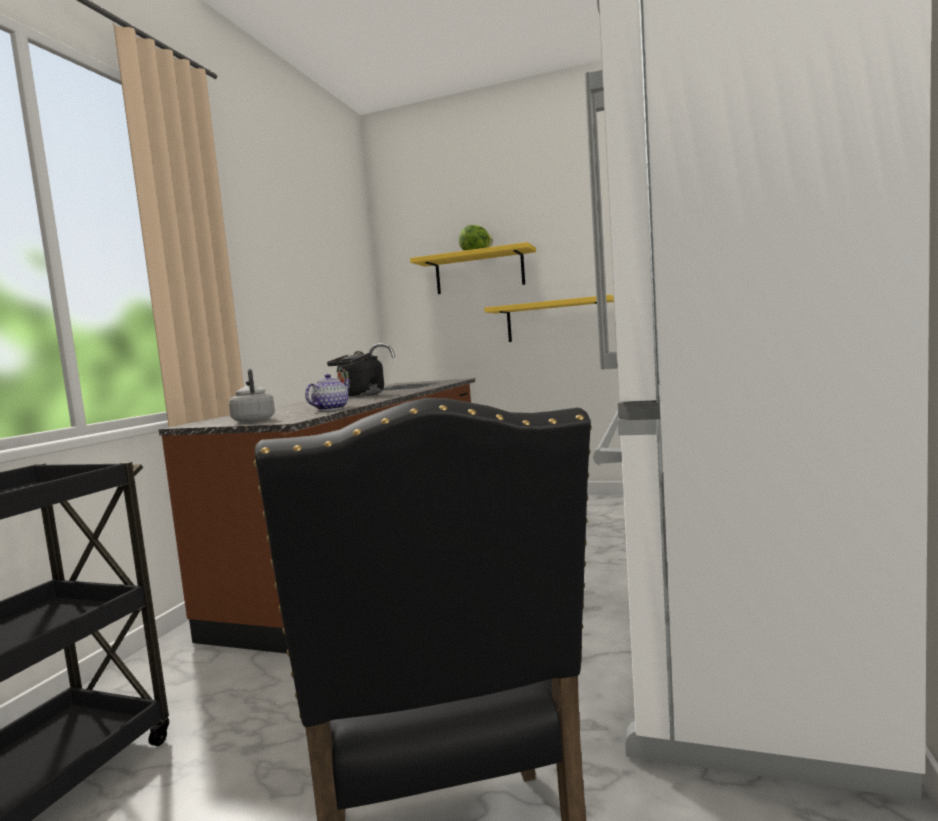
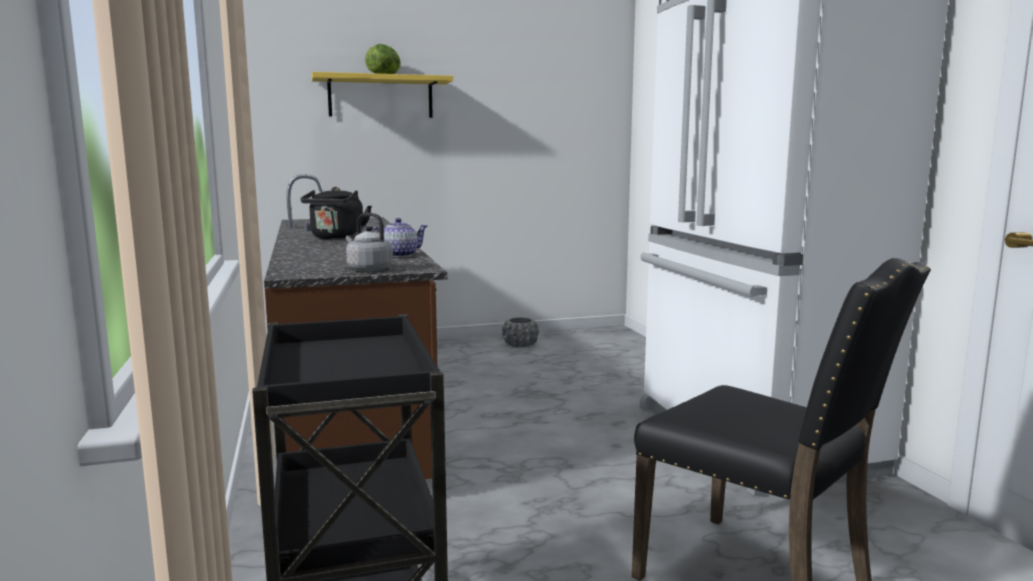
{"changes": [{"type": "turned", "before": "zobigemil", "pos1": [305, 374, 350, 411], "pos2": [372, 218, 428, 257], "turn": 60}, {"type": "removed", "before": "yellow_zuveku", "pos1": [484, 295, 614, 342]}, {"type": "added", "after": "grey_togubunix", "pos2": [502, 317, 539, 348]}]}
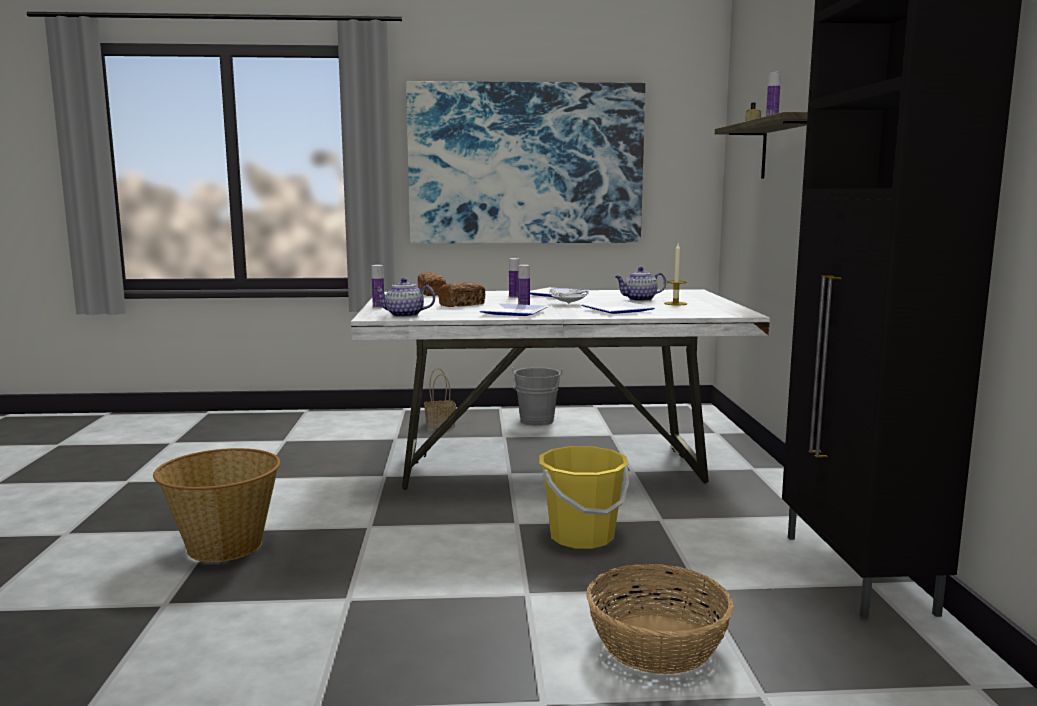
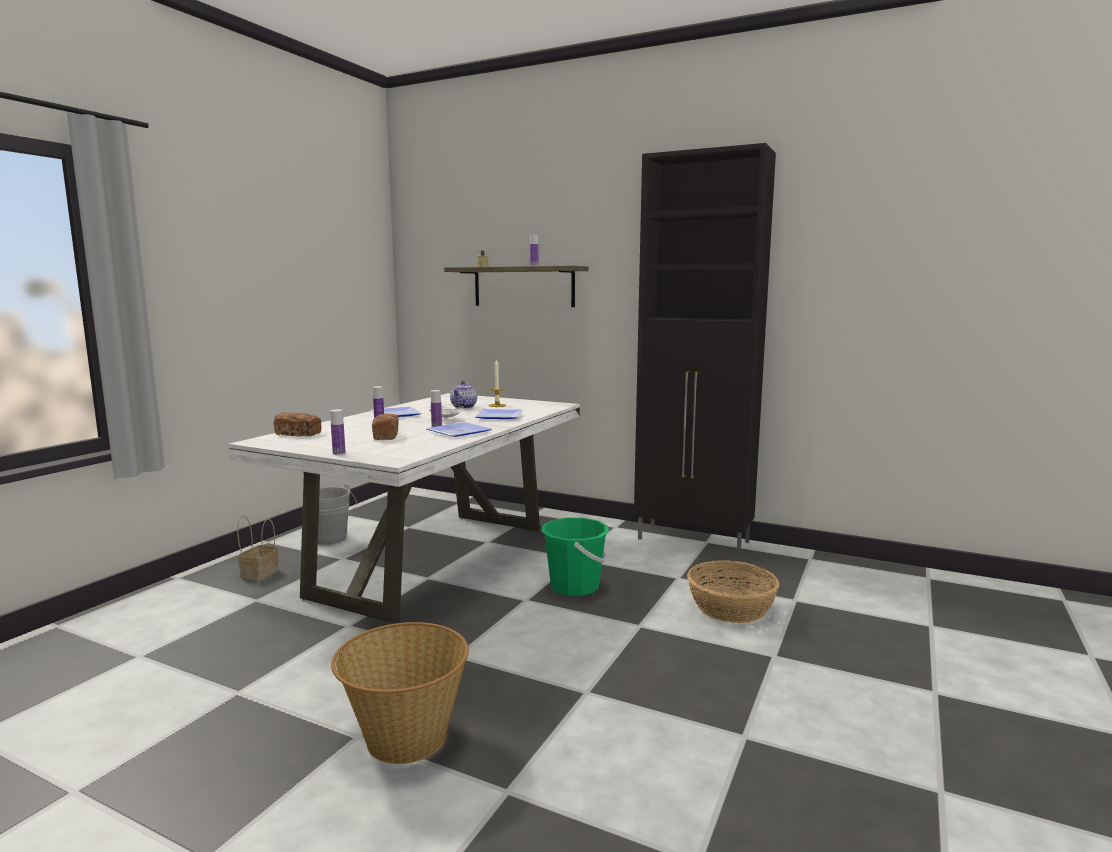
{"changes": [{"type": "removed", "before": "zobigemil", "pos1": [374, 278, 435, 317]}, {"type": "removed", "before": "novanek", "pos1": [406, 81, 645, 244]}, {"type": "recoloured", "before": "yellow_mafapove", "after": "green_mafapove", "pos1": [539, 446, 629, 549], "pos2": [542, 518, 609, 596]}]}
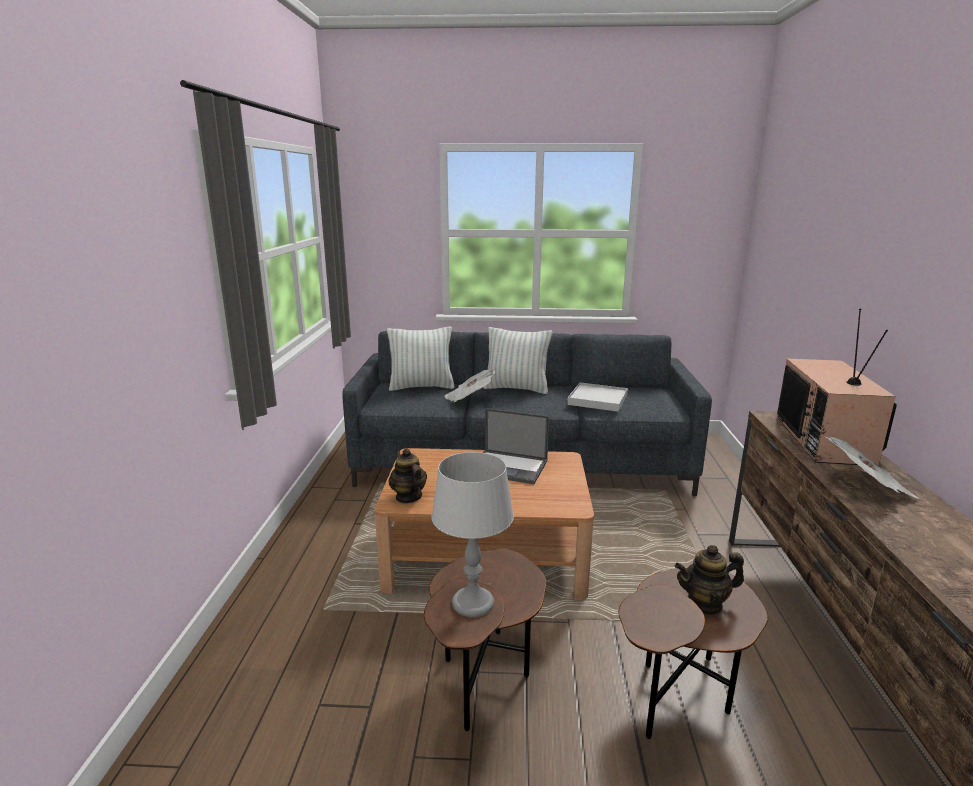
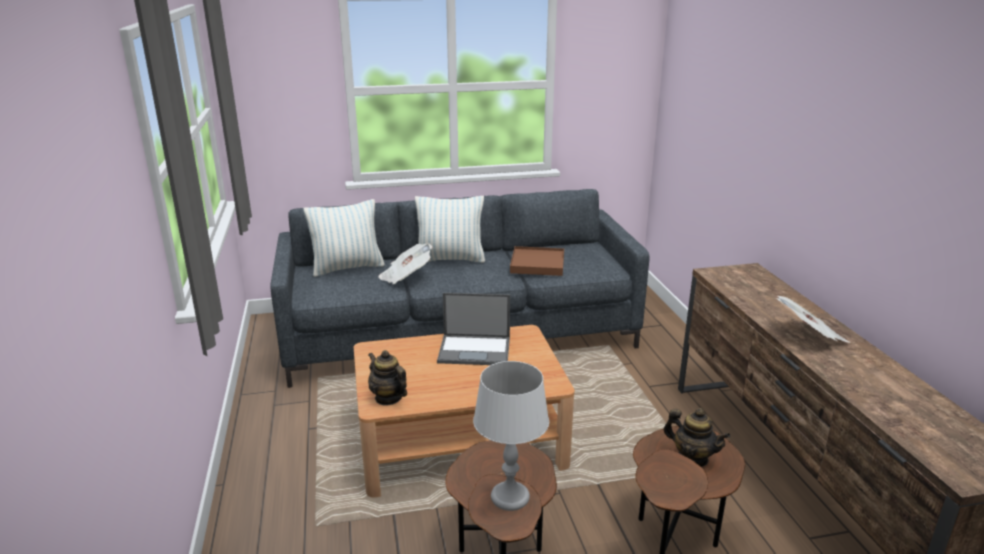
{"changes": [{"type": "recoloured", "before": "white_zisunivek", "after": "brown_zisunivek", "pos1": [567, 382, 628, 412], "pos2": [510, 246, 564, 276]}, {"type": "turned", "before": "zobigemil", "pos1": [675, 545, 744, 615], "pos2": [664, 408, 731, 467], "turn": -120}, {"type": "removed", "before": "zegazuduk", "pos1": [777, 308, 897, 465]}]}
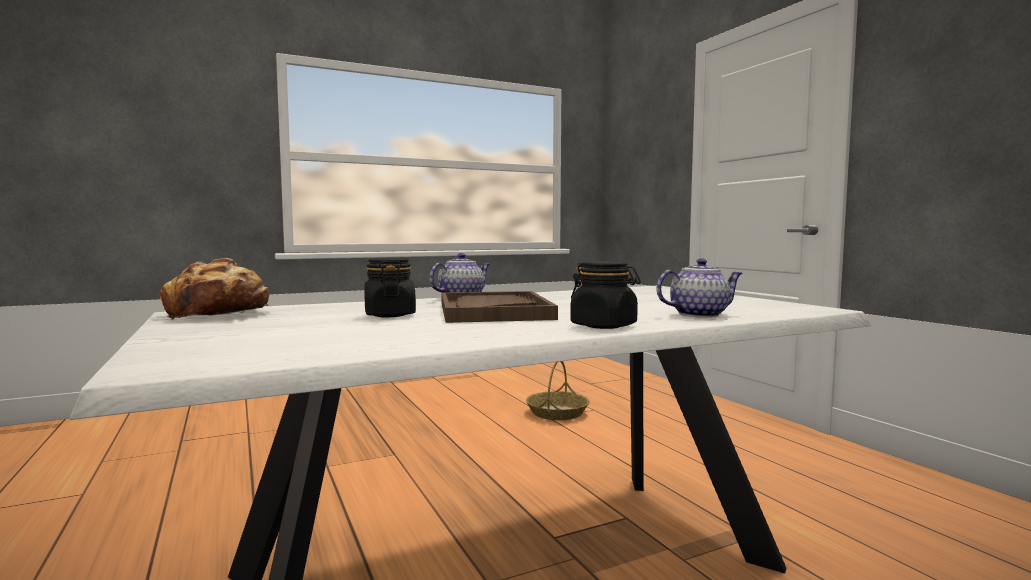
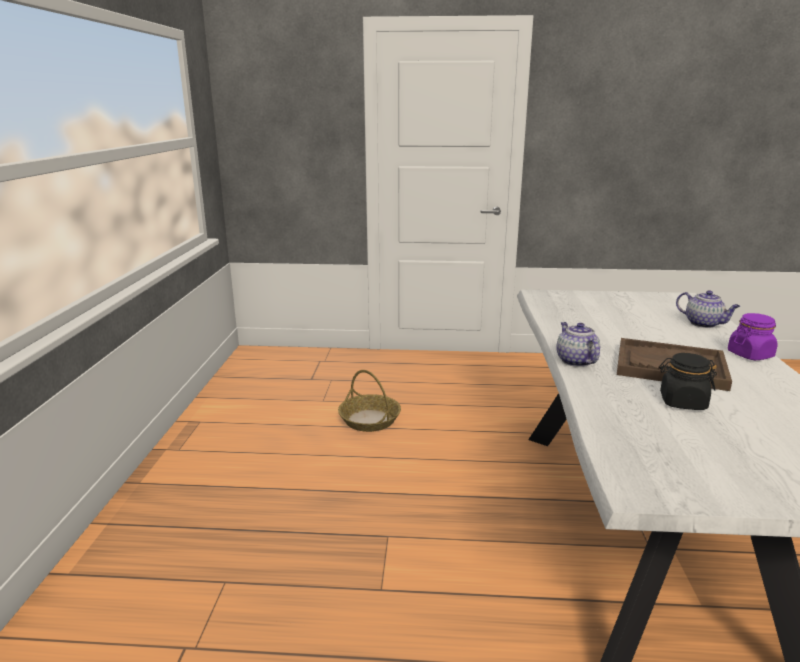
{"changes": [{"type": "removed", "before": "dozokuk", "pos1": [159, 258, 269, 320]}, {"type": "recoloured", "before": "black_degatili", "after": "purple_degatili", "pos1": [571, 261, 641, 329], "pos2": [728, 313, 778, 360]}, {"type": "turned", "before": "zobigemil", "pos1": [656, 258, 742, 318], "pos2": [676, 290, 740, 328], "turn": 120}]}
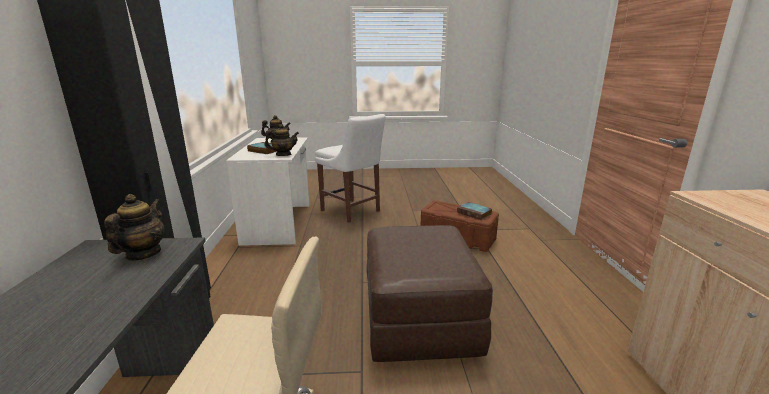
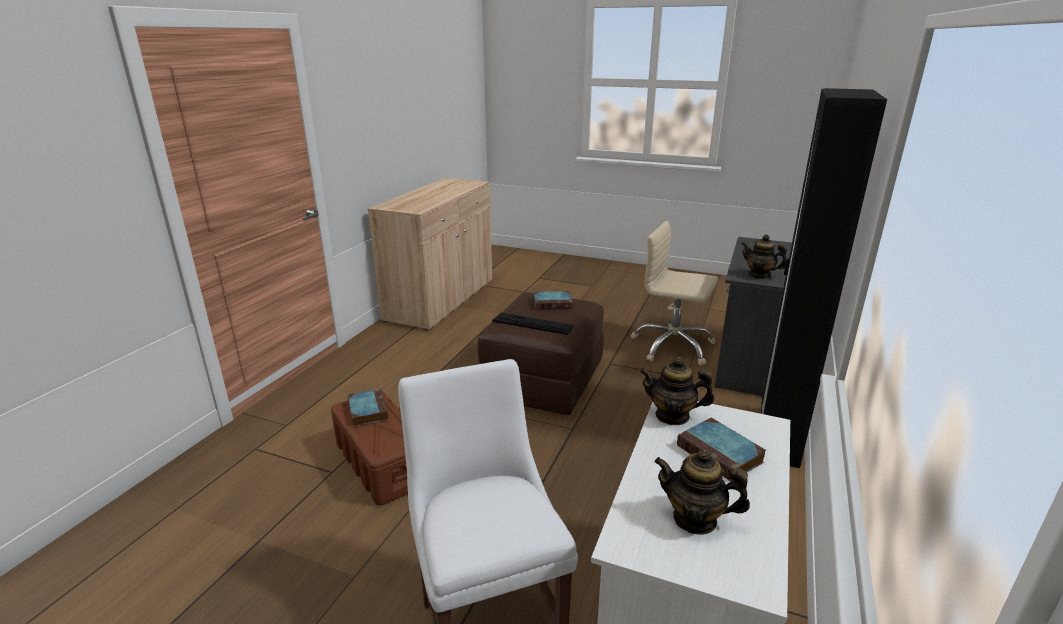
{"changes": [{"type": "turned", "before": "zobigemil", "pos1": [104, 194, 164, 261], "pos2": [741, 235, 787, 279], "turn": 90}, {"type": "added", "after": "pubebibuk", "pos2": [492, 313, 575, 335]}, {"type": "added", "after": "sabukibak", "pos2": [534, 291, 572, 310]}]}
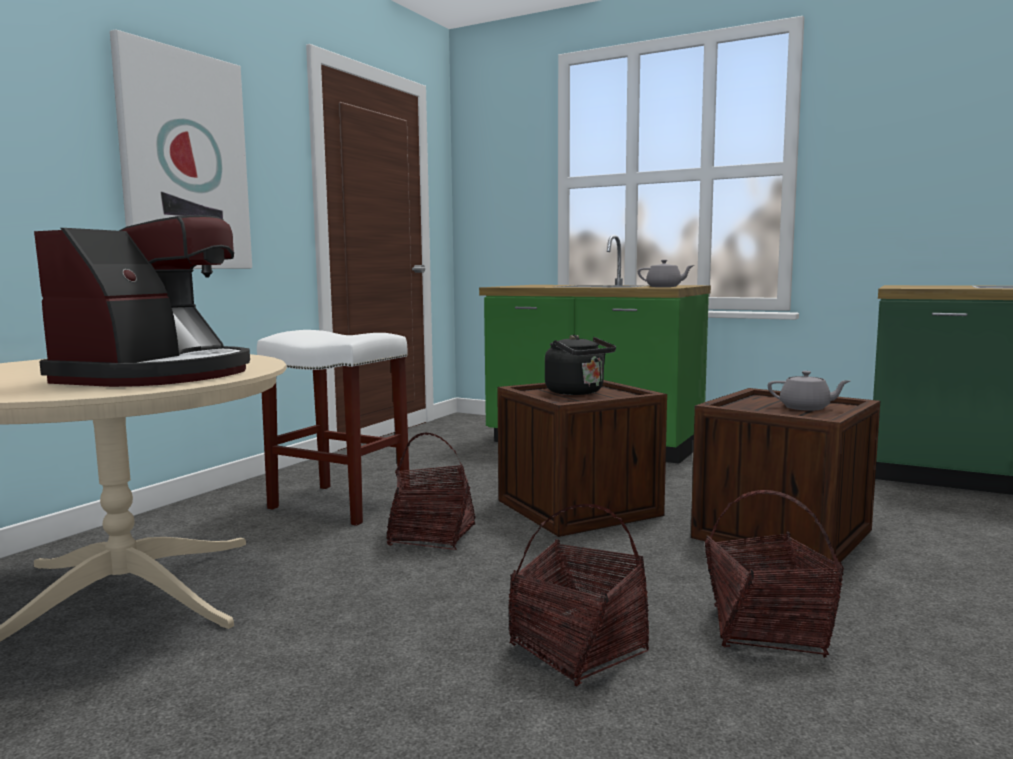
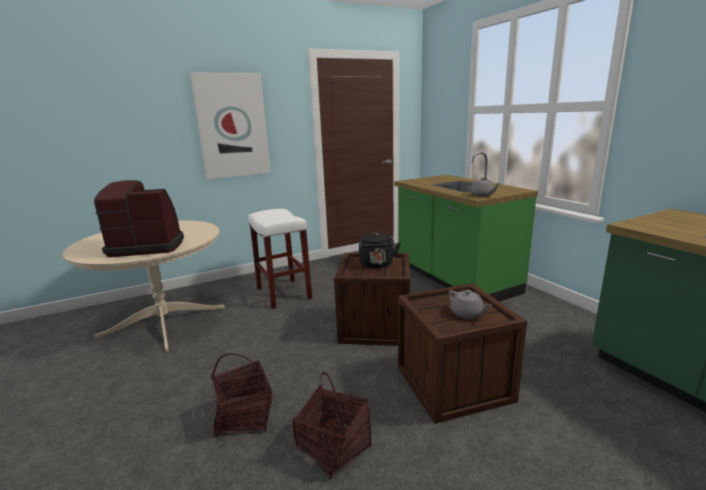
{"changes": [{"type": "turned", "before": "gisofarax", "pos1": [34, 215, 250, 387], "pos2": [94, 180, 184, 257], "turn": -150}, {"type": "removed", "before": "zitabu", "pos1": [386, 433, 476, 550]}]}
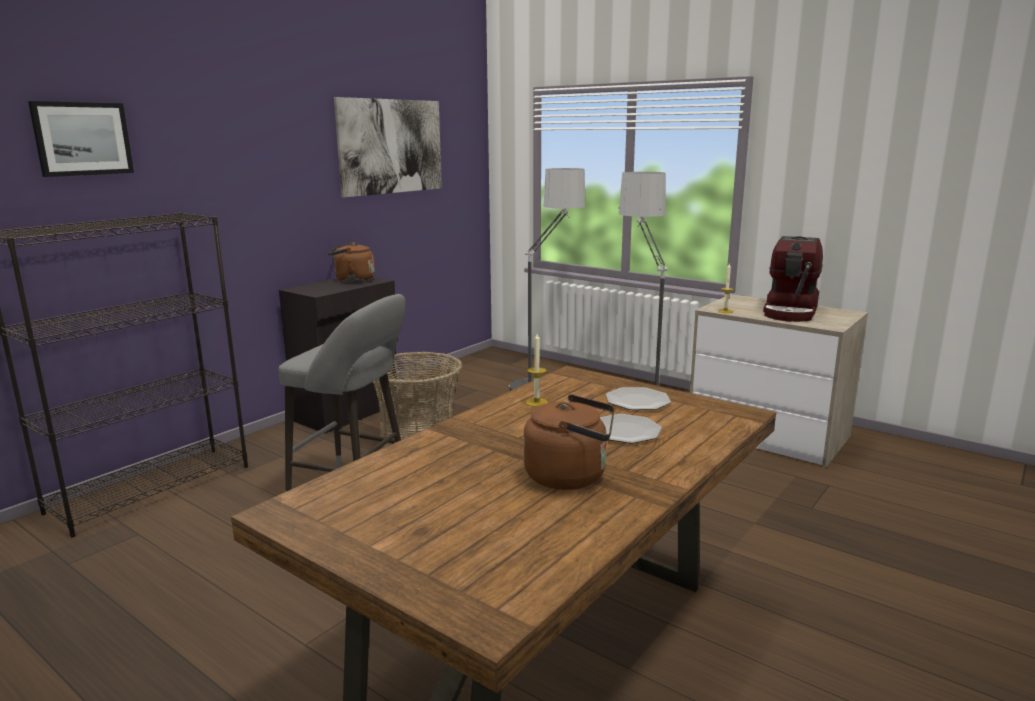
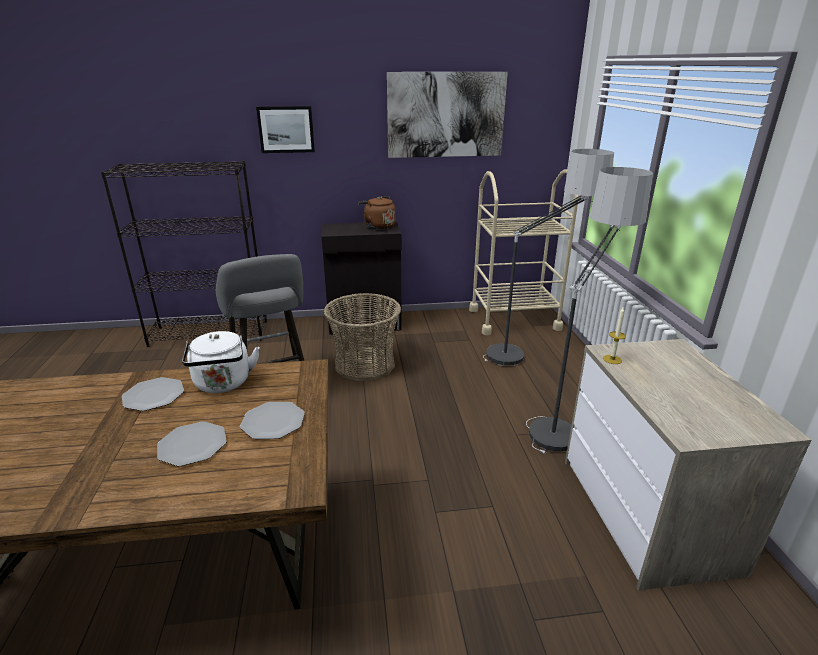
{"changes": [{"type": "moved", "before": "novanek", "pos1": [28, 101, 134, 177], "pos2": [256, 106, 315, 153]}, {"type": "removed", "before": "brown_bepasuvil", "pos1": [524, 394, 615, 490]}, {"type": "replaced", "before": "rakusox", "after": "white_bepasuvil", "pos1": [526, 334, 548, 407], "pos2": [182, 331, 260, 393]}, {"type": "removed", "before": "gisofarax", "pos1": [763, 236, 823, 322]}, {"type": "added", "after": "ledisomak", "pos2": [122, 377, 184, 411]}, {"type": "added", "after": "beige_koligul", "pos2": [469, 169, 579, 335]}]}
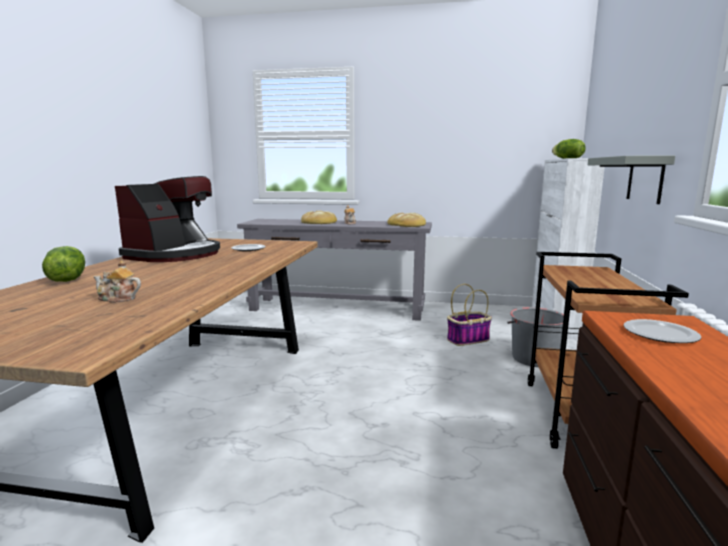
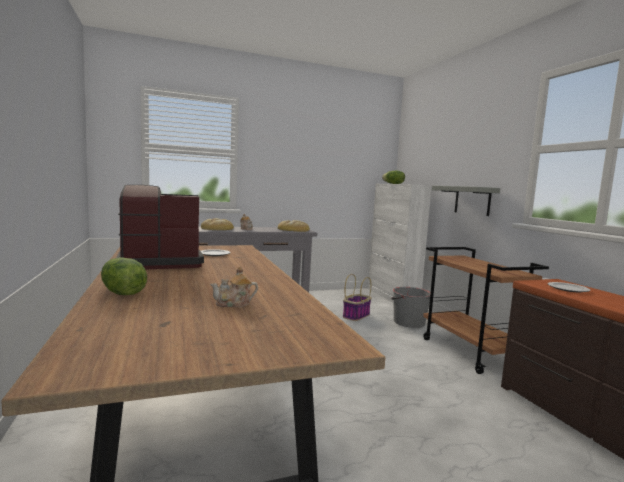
{"changes": [{"type": "turned", "before": "gisofarax", "pos1": [115, 176, 220, 262], "pos2": [116, 185, 204, 269], "turn": -105}]}
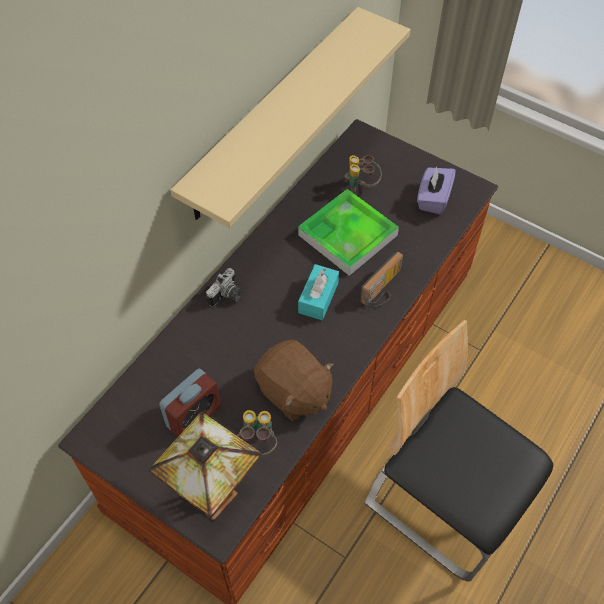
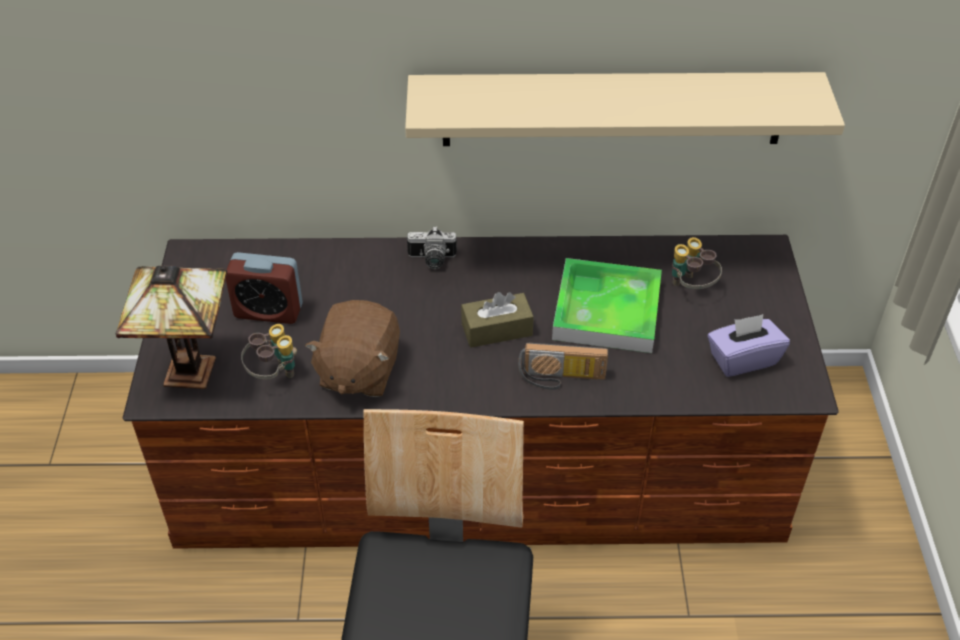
{"changes": [{"type": "recoloured", "before": "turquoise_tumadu", "after": "brown_tumadu", "pos1": [298, 264, 339, 320], "pos2": [461, 292, 534, 348]}]}
